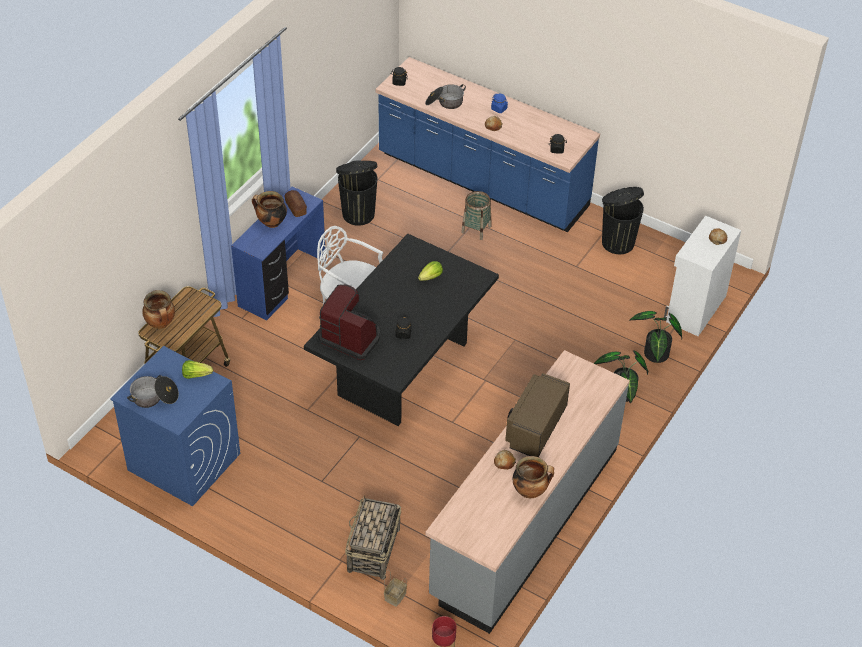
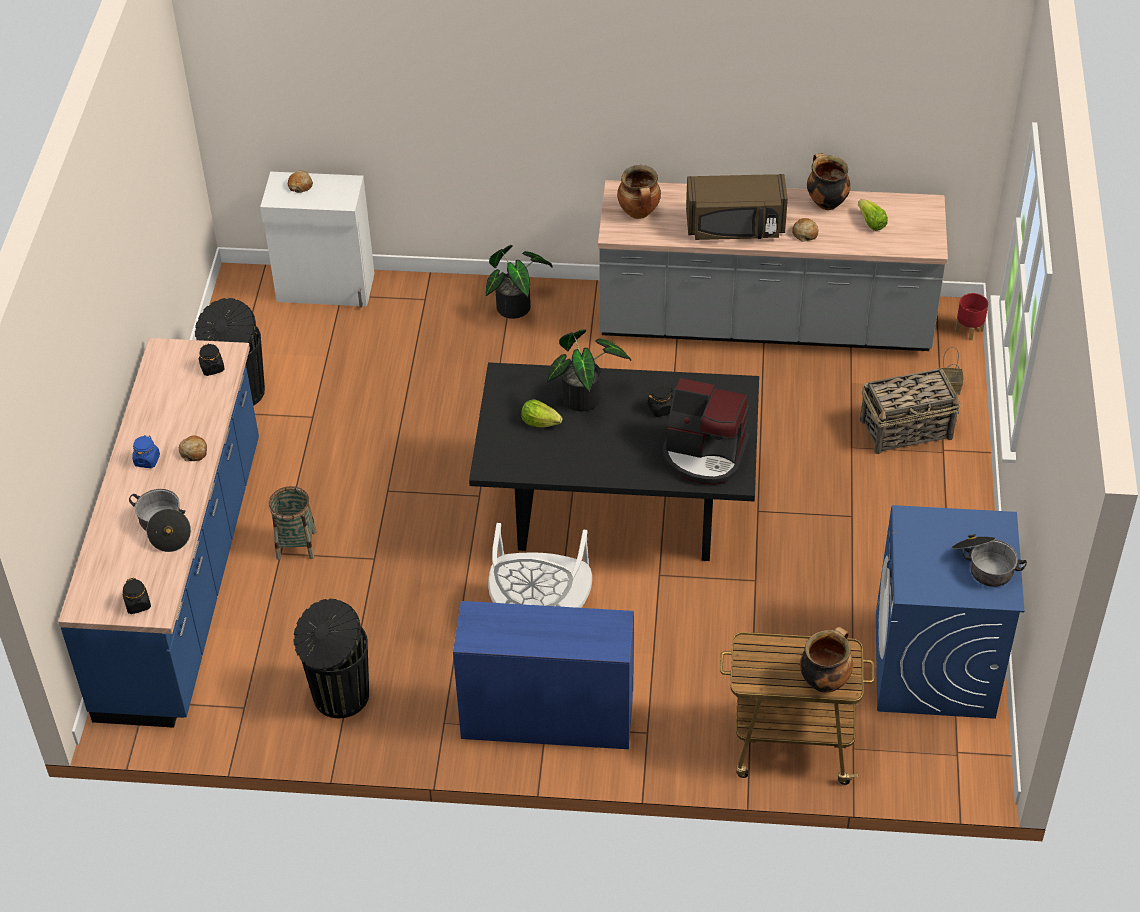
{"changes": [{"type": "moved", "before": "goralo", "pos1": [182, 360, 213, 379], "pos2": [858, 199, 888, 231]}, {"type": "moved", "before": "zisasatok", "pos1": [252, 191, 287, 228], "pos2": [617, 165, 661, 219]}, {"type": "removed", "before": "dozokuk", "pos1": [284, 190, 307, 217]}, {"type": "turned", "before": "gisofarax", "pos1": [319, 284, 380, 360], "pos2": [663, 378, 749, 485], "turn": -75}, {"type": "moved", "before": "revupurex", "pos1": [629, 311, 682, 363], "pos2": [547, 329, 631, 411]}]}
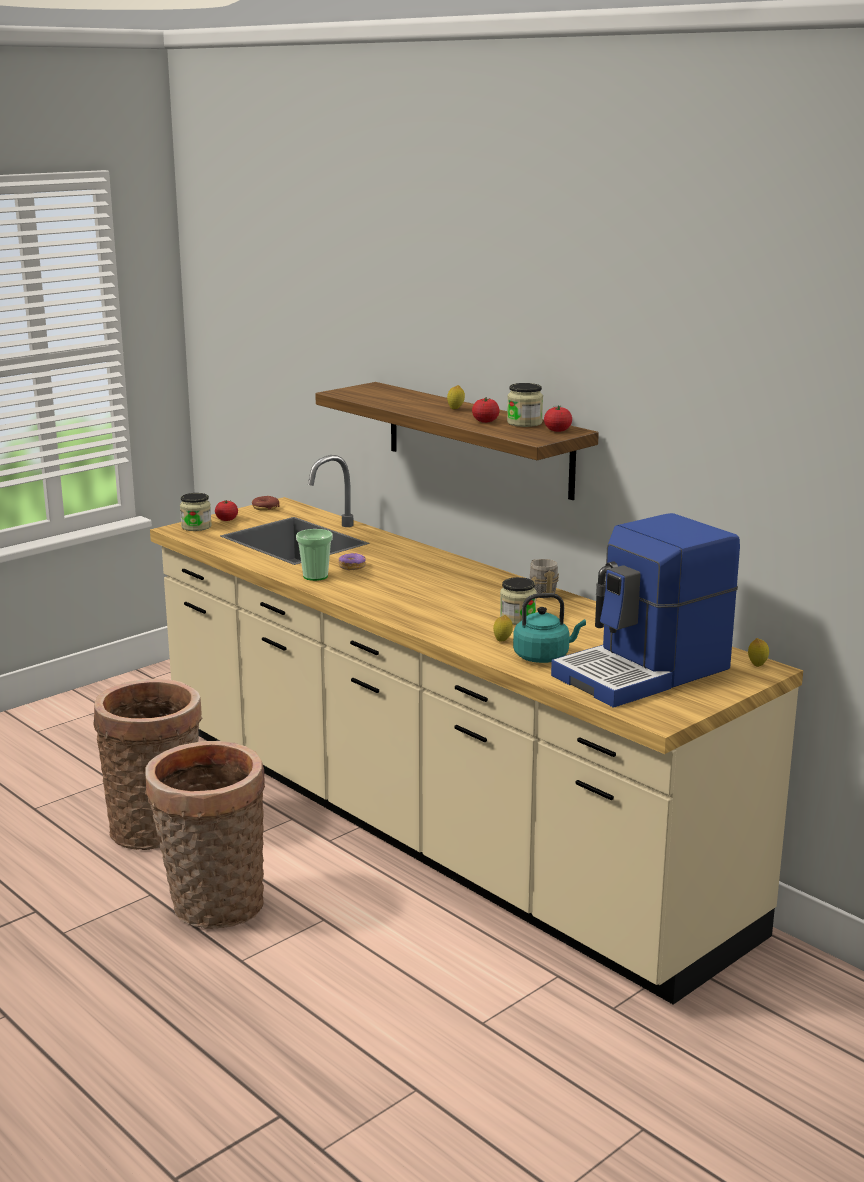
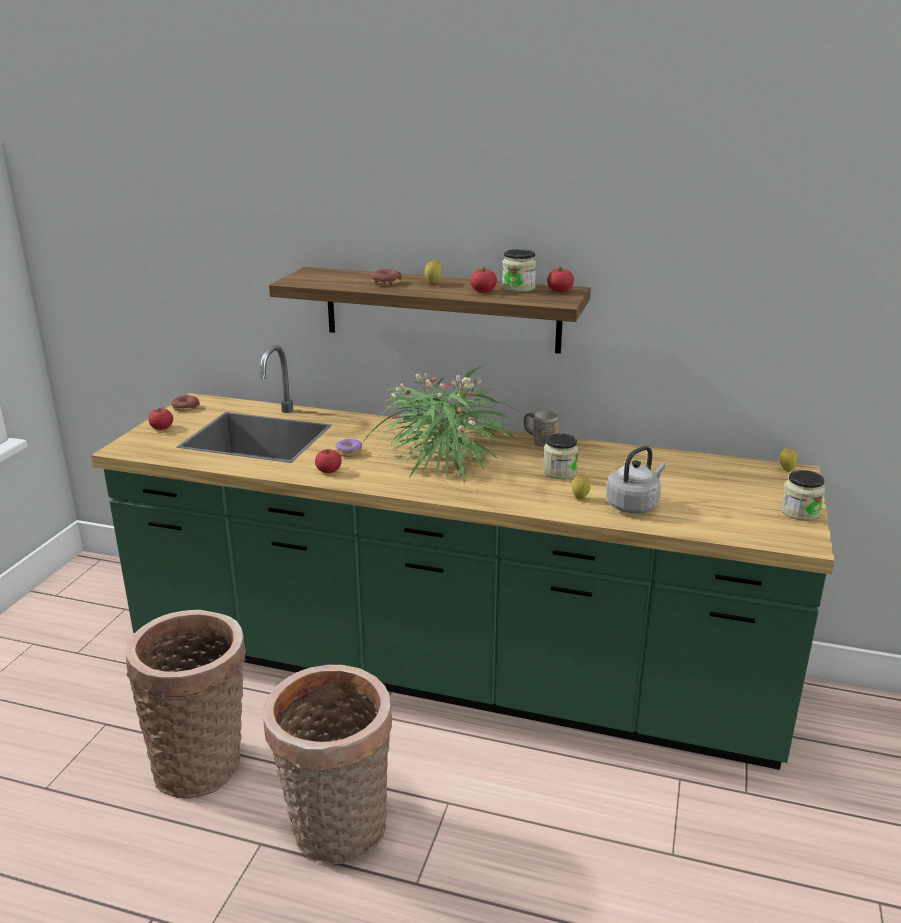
{"changes": [{"type": "recoloured", "before": "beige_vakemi", "after": "green_vakemi", "pos1": [150, 455, 803, 1005], "pos2": [91, 345, 835, 770]}, {"type": "moved", "before": "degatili", "pos1": [180, 493, 212, 531], "pos2": [781, 470, 825, 521]}, {"type": "replaced", "before": "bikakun", "after": "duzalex", "pos1": [296, 529, 333, 581], "pos2": [315, 449, 342, 473]}, {"type": "recoloured", "before": "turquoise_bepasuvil", "after": "grey_bepasuvil", "pos1": [513, 593, 586, 663], "pos2": [606, 446, 665, 514]}, {"type": "removed", "before": "gisofarax", "pos1": [551, 513, 740, 708]}, {"type": "added", "after": "revupurex", "pos2": [362, 366, 521, 482]}, {"type": "added", "after": "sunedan", "pos2": [371, 269, 402, 285]}]}
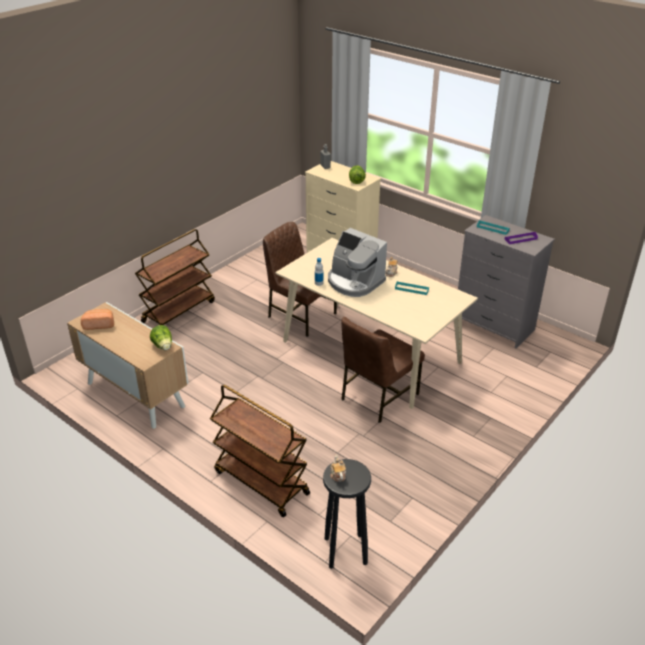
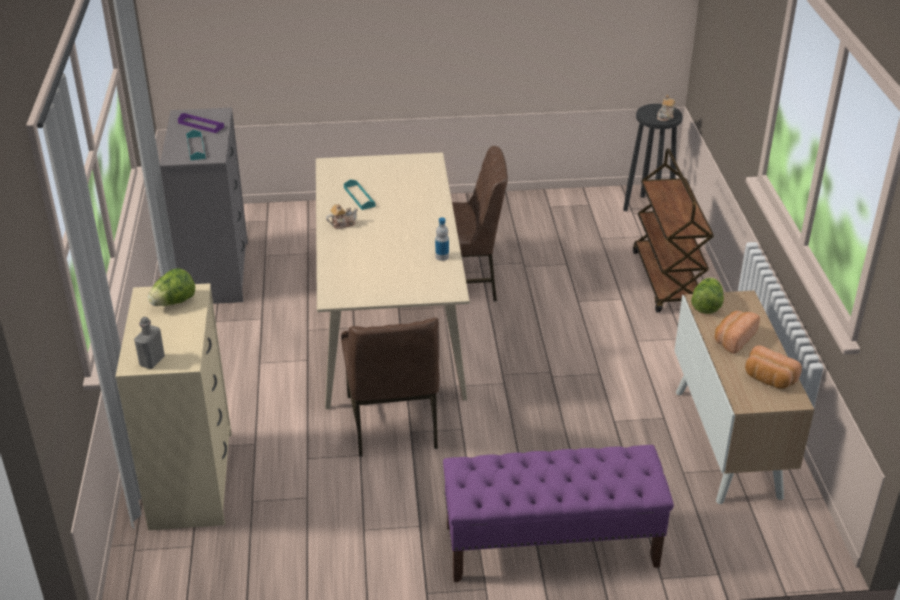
{"changes": [{"type": "replaced", "before": "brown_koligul", "after": "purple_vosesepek", "pos1": [135, 229, 215, 325], "pos2": [443, 445, 674, 582]}, {"type": "removed", "before": "gisofarax", "pos1": [328, 228, 387, 297]}, {"type": "added", "after": "dozokuk", "pos2": [715, 311, 760, 354]}]}
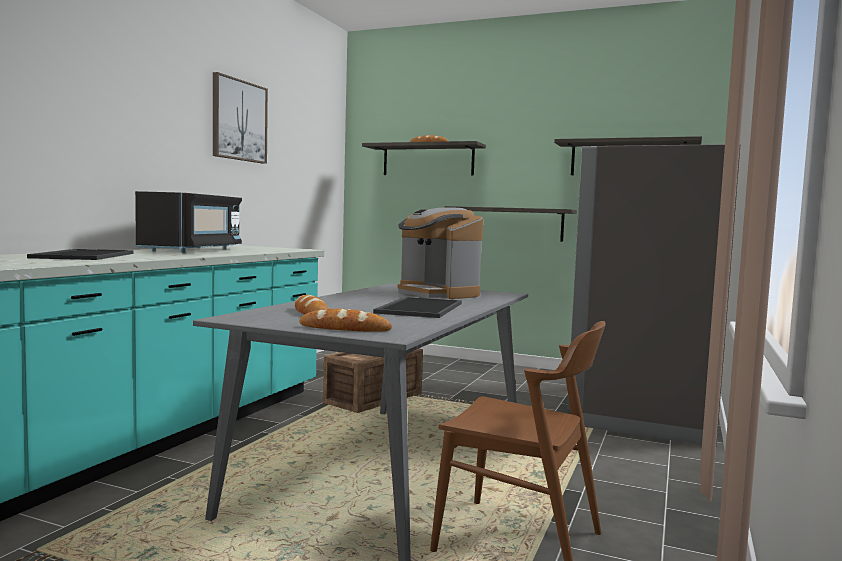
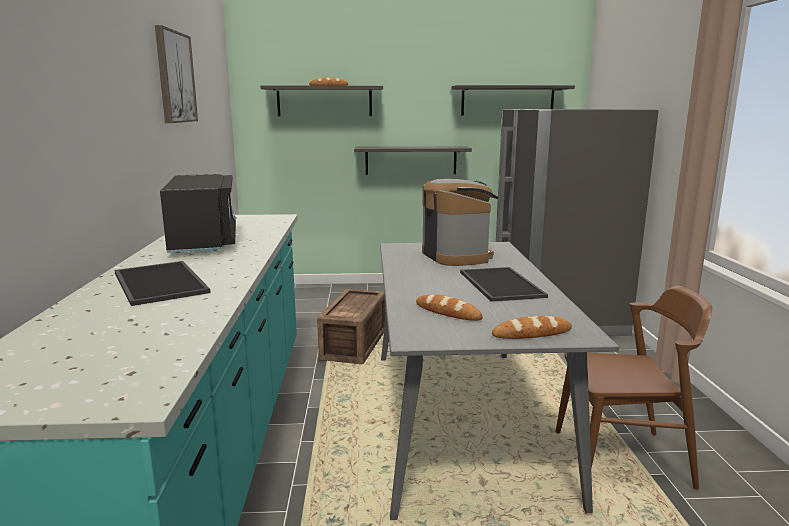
{"changes": [{"type": "turned", "before": "gisofarax", "pos1": [397, 207, 483, 299], "pos2": [422, 179, 498, 266], "turn": -135}]}
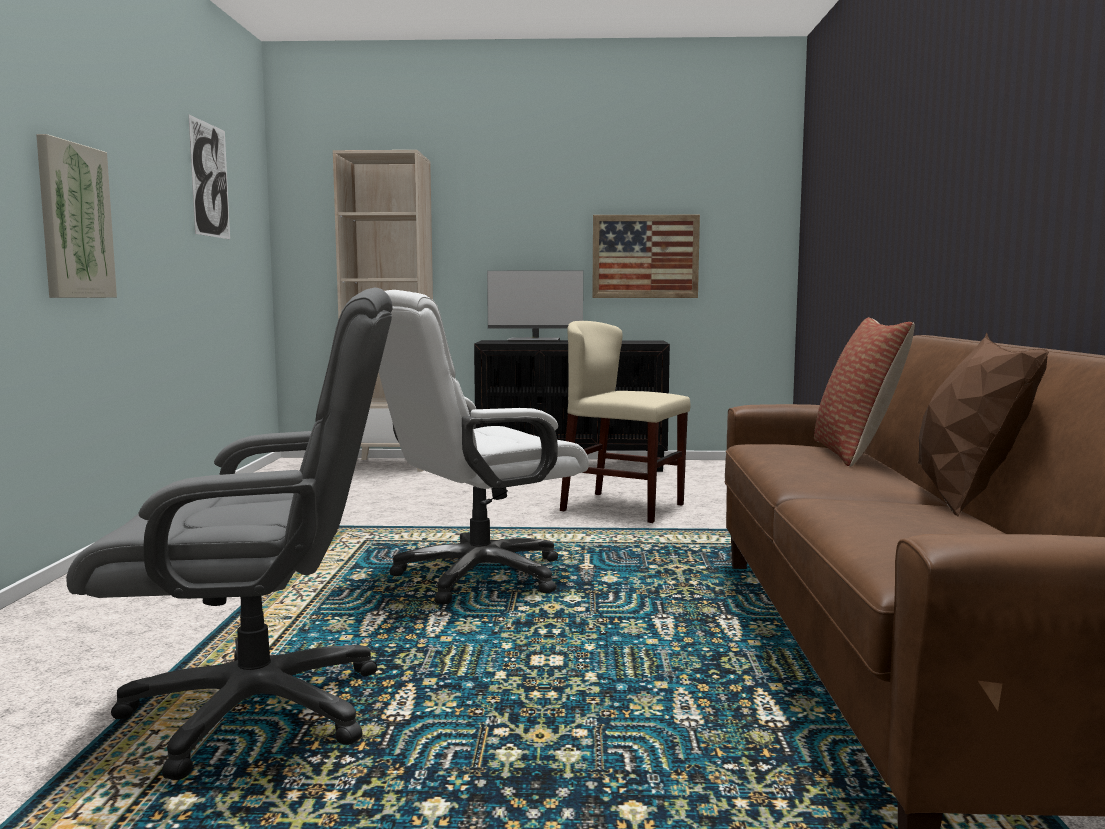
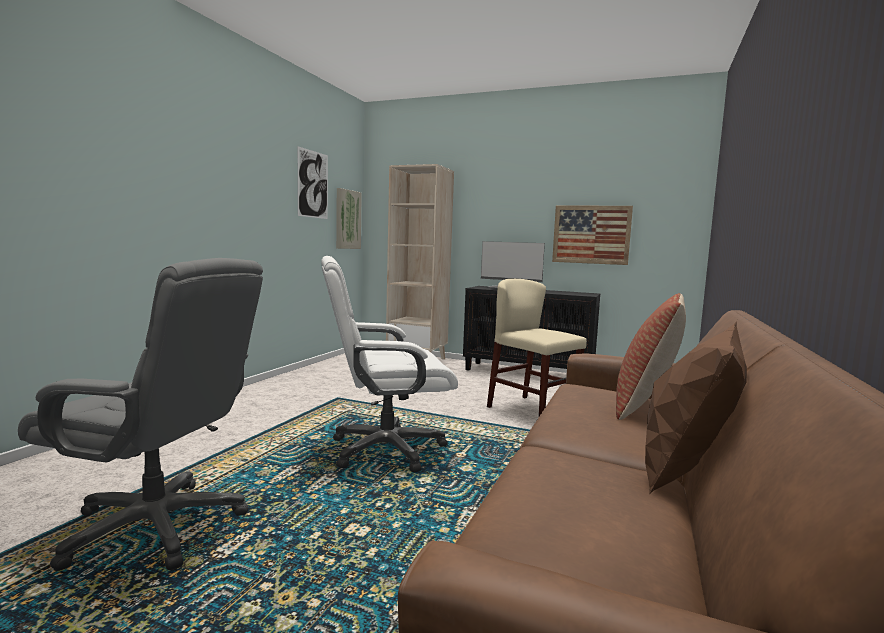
{"changes": [{"type": "moved", "before": "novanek", "pos1": [36, 134, 117, 298], "pos2": [336, 188, 362, 249]}]}
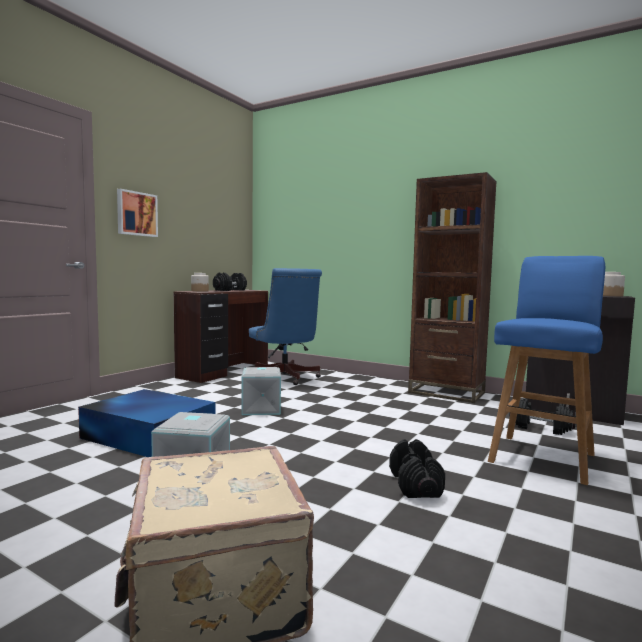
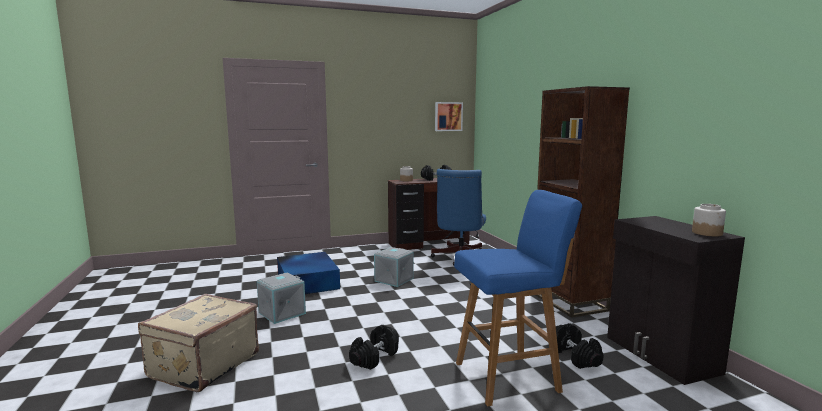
{"changes": [{"type": "moved", "before": "novanek", "pos1": [117, 189, 158, 237], "pos2": [435, 102, 463, 131]}]}
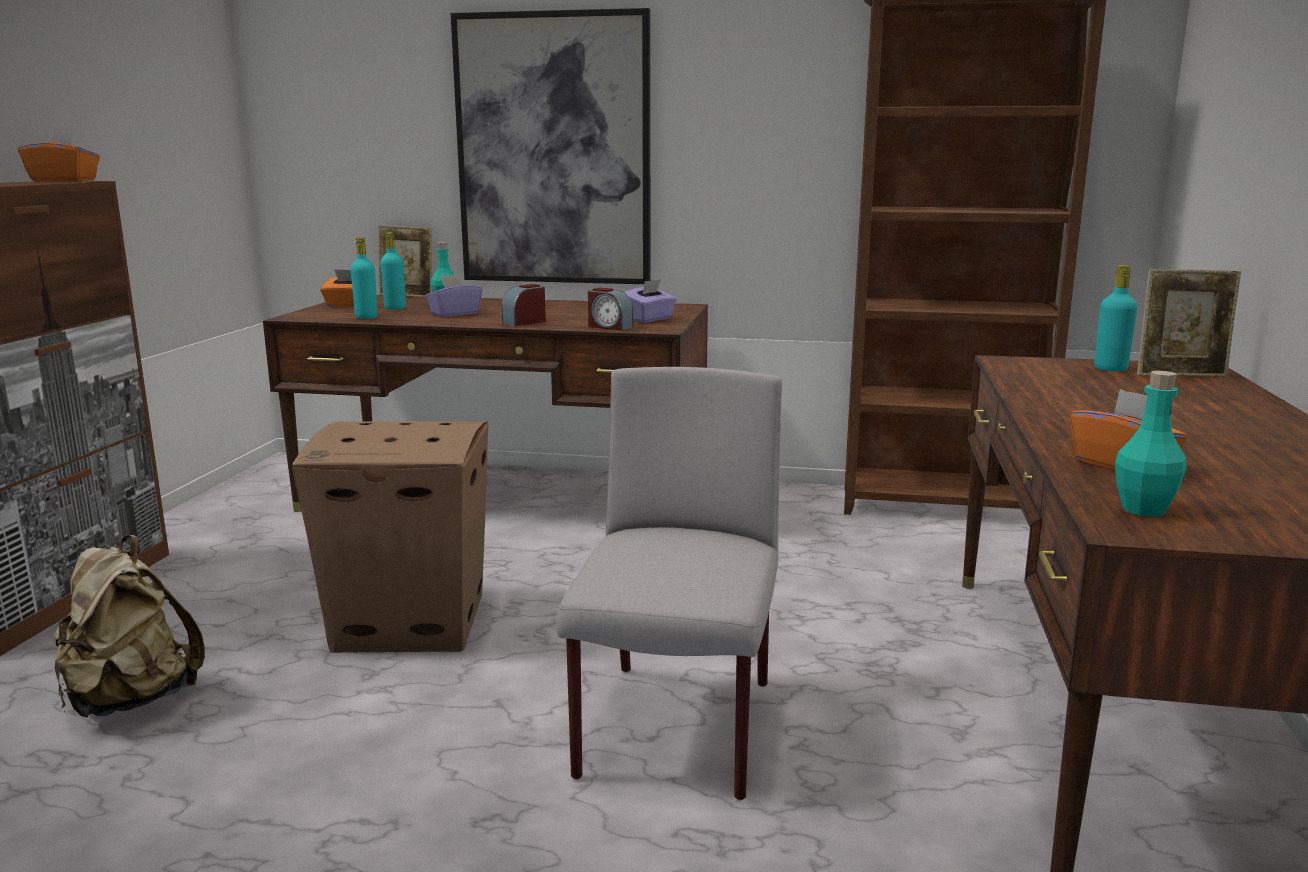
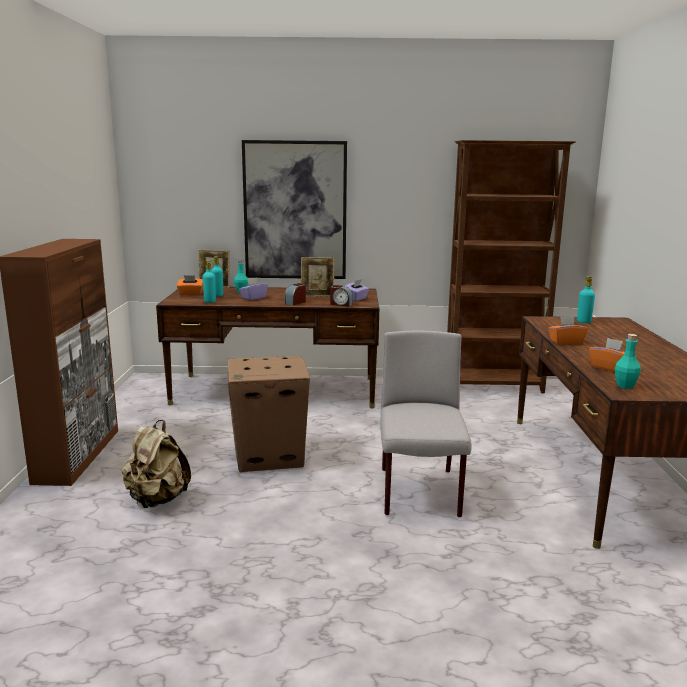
{"changes": [{"type": "moved", "before": "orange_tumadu", "pos1": [18, 131, 100, 182], "pos2": [548, 317, 588, 345]}, {"type": "moved", "before": "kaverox", "pos1": [1137, 269, 1241, 377], "pos2": [301, 257, 335, 297]}]}
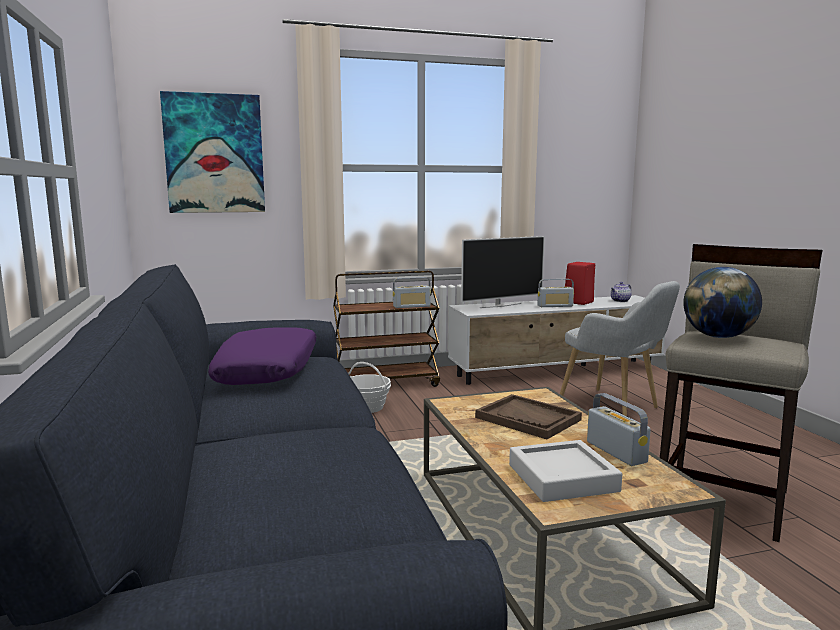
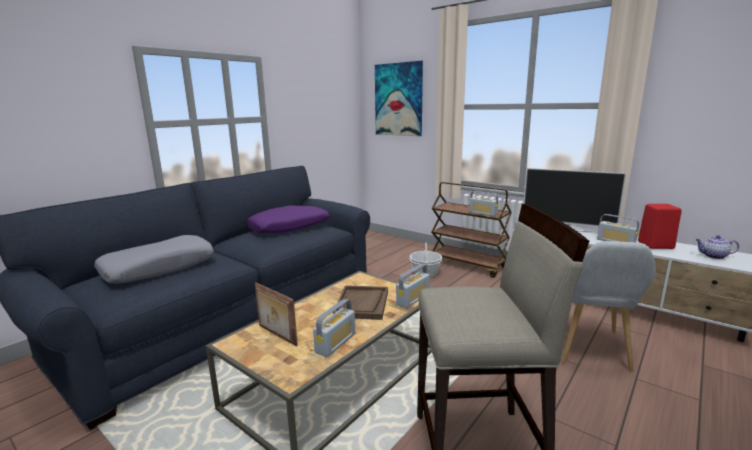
{"changes": [{"type": "replaced", "before": "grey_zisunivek", "after": "kaverox", "pos1": [509, 440, 622, 502], "pos2": [255, 282, 298, 346]}, {"type": "removed", "before": "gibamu", "pos1": [683, 267, 762, 338]}, {"type": "added", "after": "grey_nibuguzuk", "pos2": [95, 235, 214, 283]}, {"type": "added", "after": "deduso", "pos2": [396, 264, 430, 308]}]}
